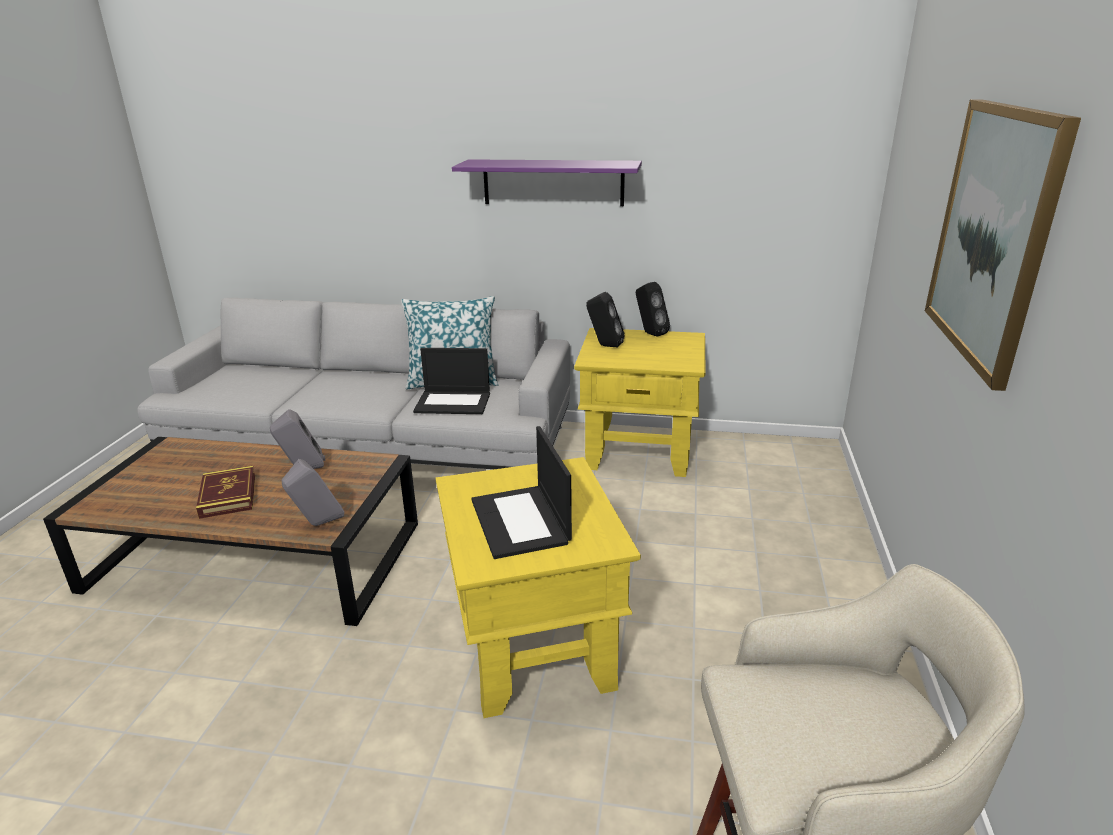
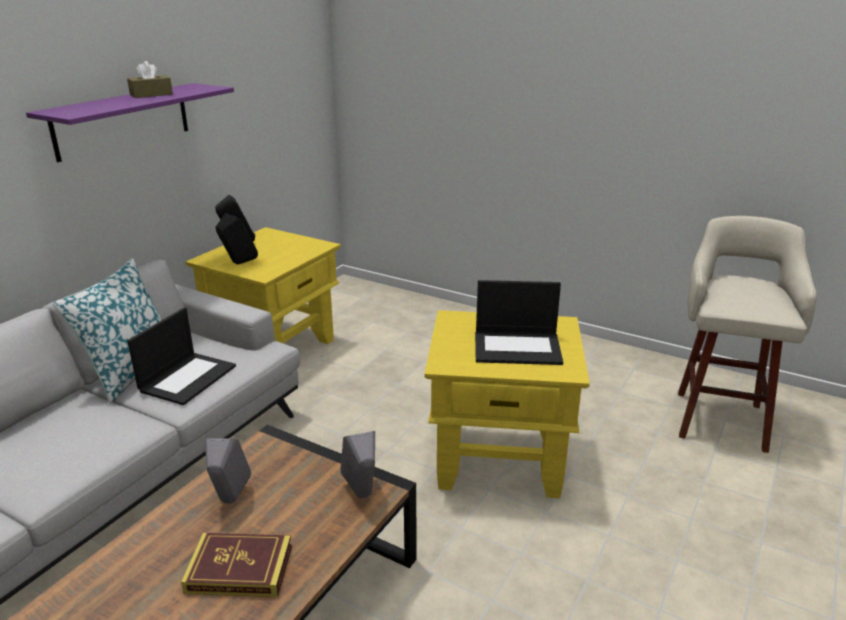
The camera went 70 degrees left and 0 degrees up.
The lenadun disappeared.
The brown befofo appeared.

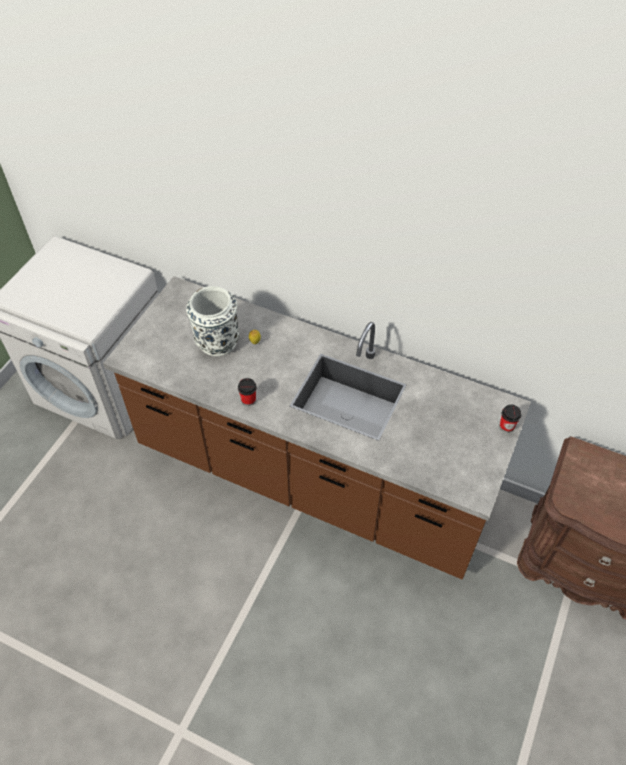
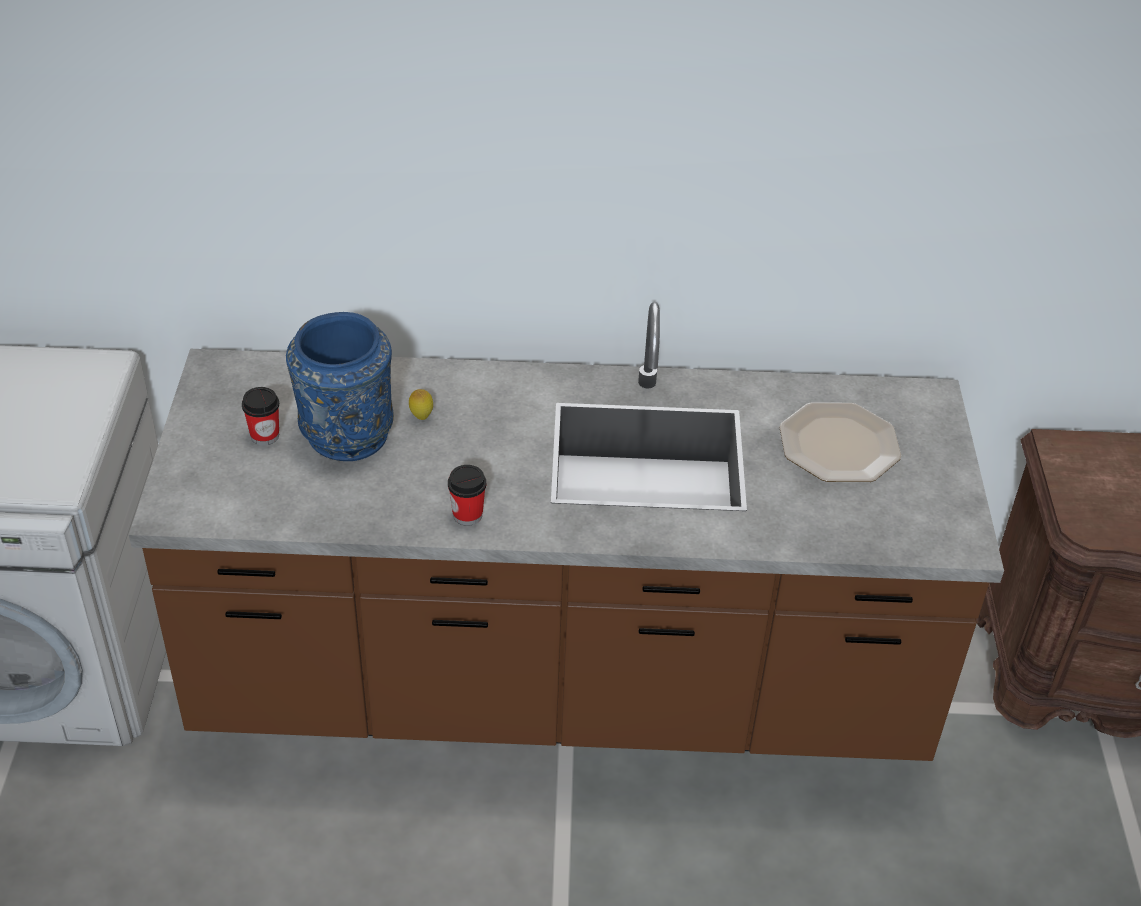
The camera went 25 degrees left and 10 degrees down.
The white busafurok became the blue busafurok.
The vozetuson (2nd from left in the first image) moved.
The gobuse appeared.

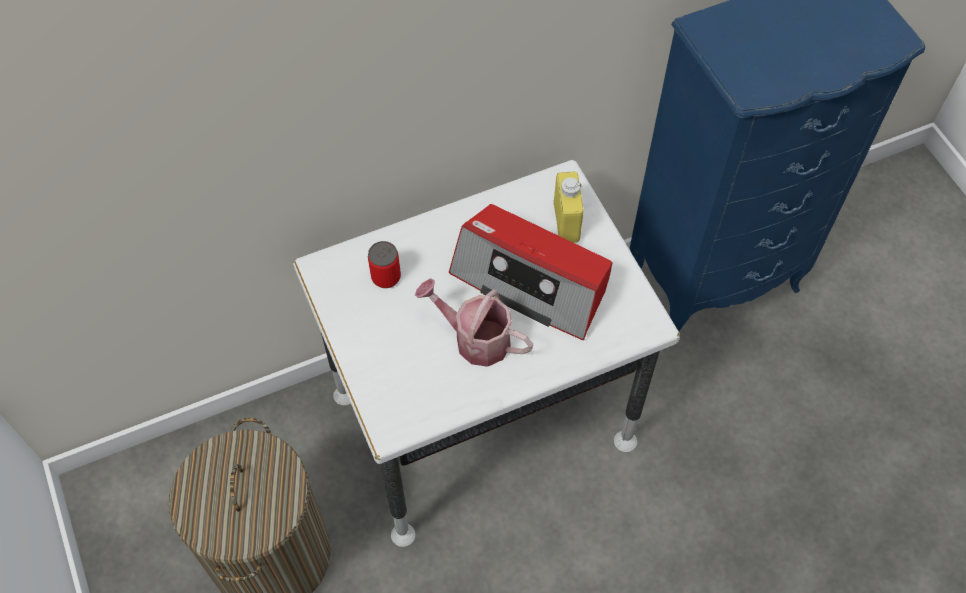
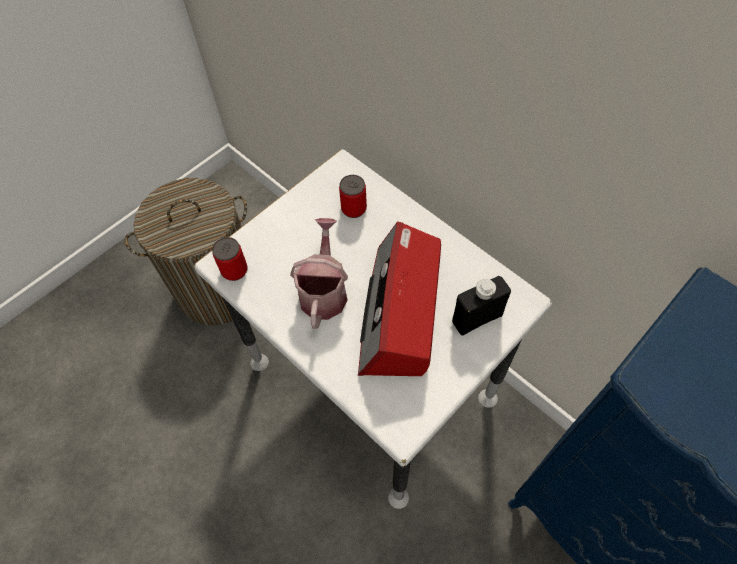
The camera went 70 degrees right and 0 degrees up.
The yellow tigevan became the black tigevan.
The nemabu (1st from left) appeared.

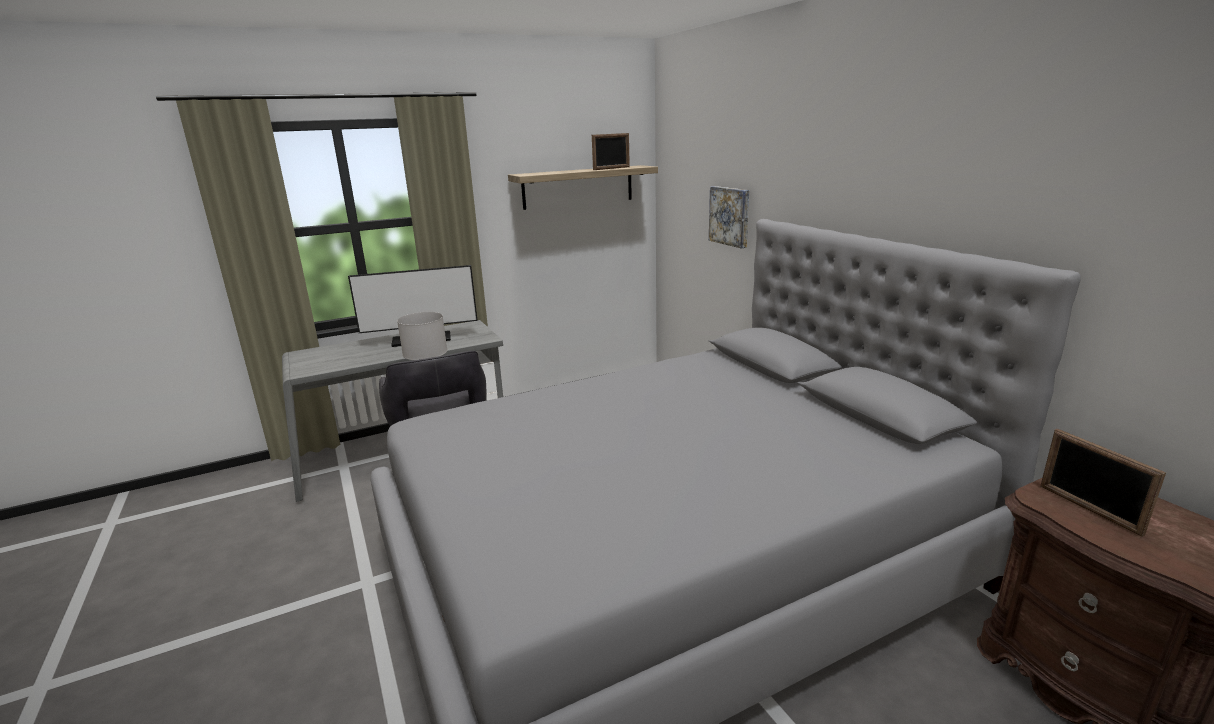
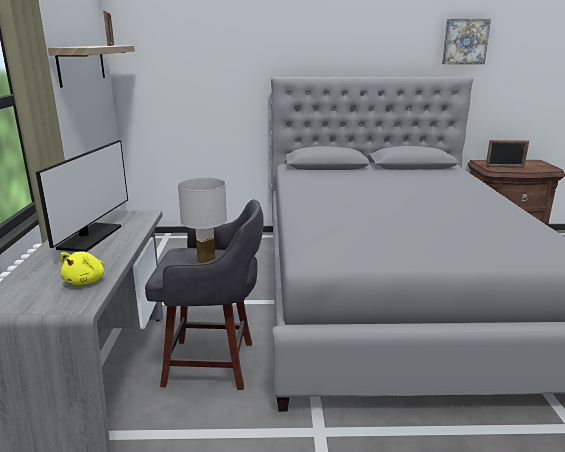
The camera went 65 degrees left and 0 degrees up.
The lenadun moved.
The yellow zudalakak appeared.

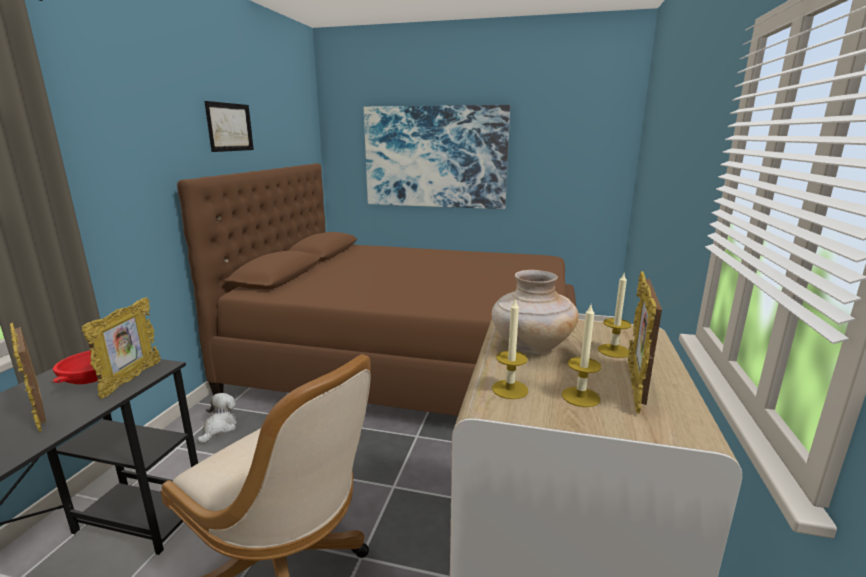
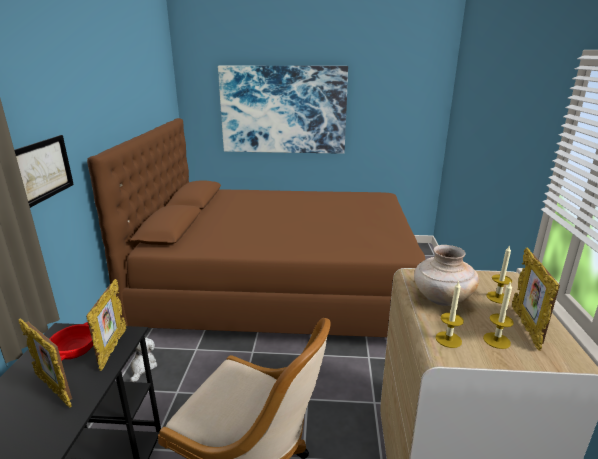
The camera went 10 degrees left and 5 degrees up.
The lenadun (1st from left) moved.

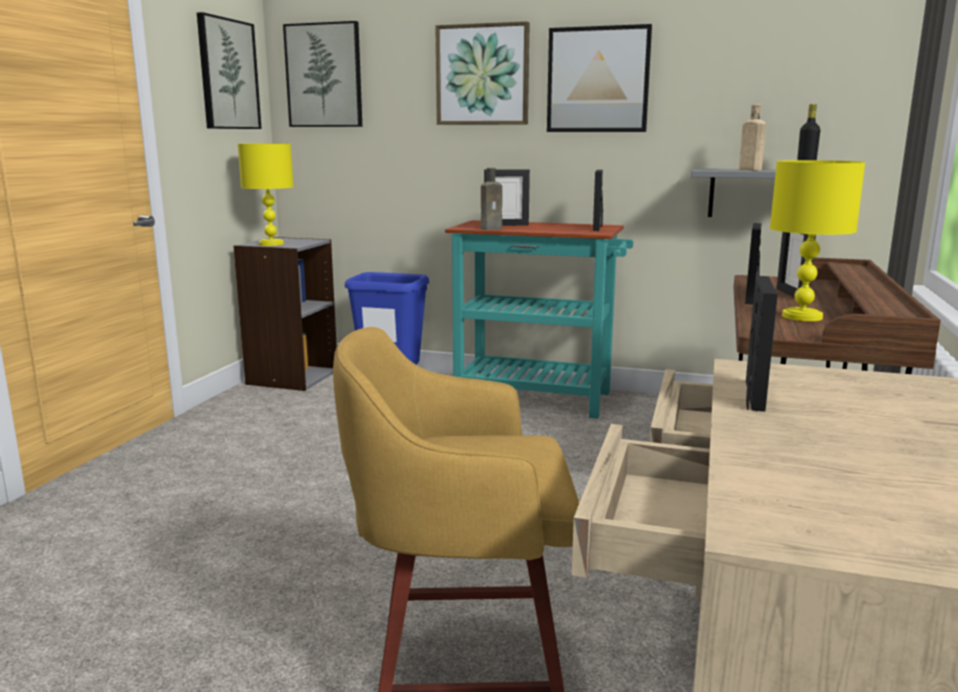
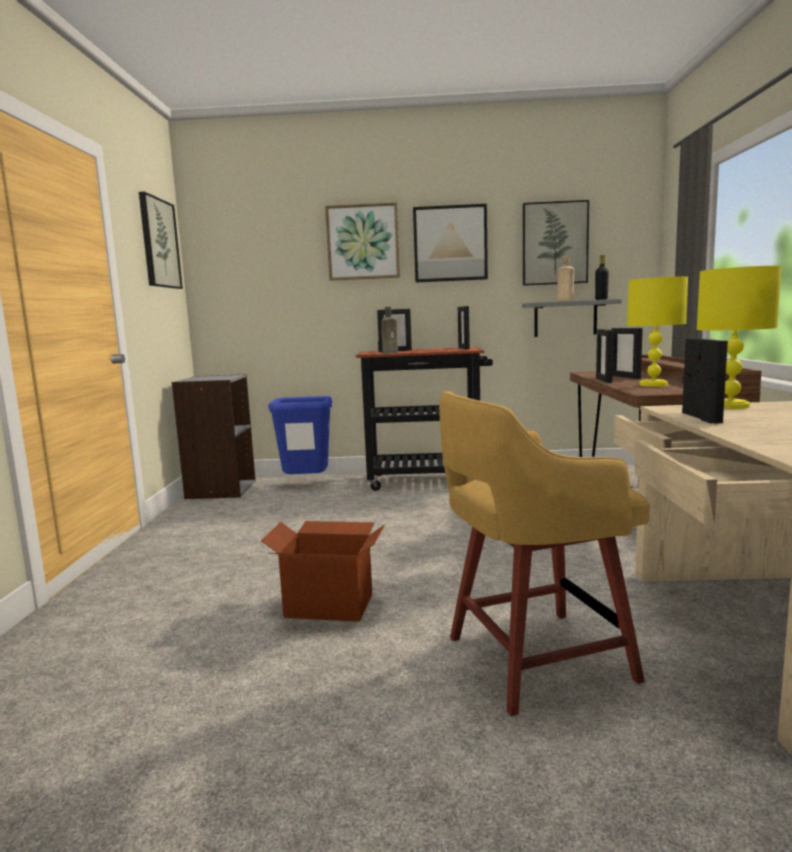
The camera went 15 degrees left and 5 degrees down.
The lenadun (2nd from left in the first image) moved.
The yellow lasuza (1st from left in the first image) moved.
The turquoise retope became the black retope.
The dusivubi appeared.

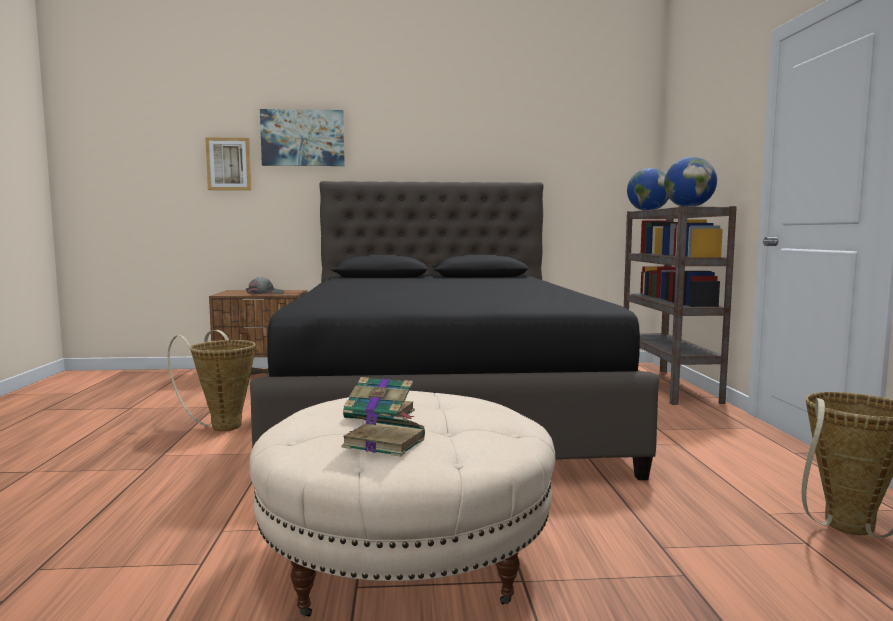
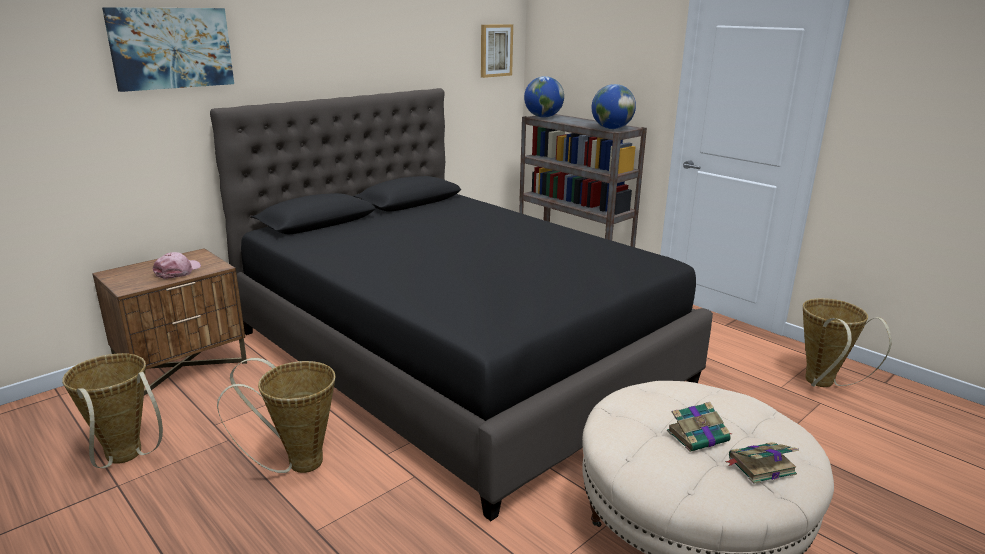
The camera went 40 degrees left and 15 degrees up.
The lenadun (1st from left in the first image) moved.
The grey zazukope became the pink zazukope.
The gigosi (1st from left) appeared.

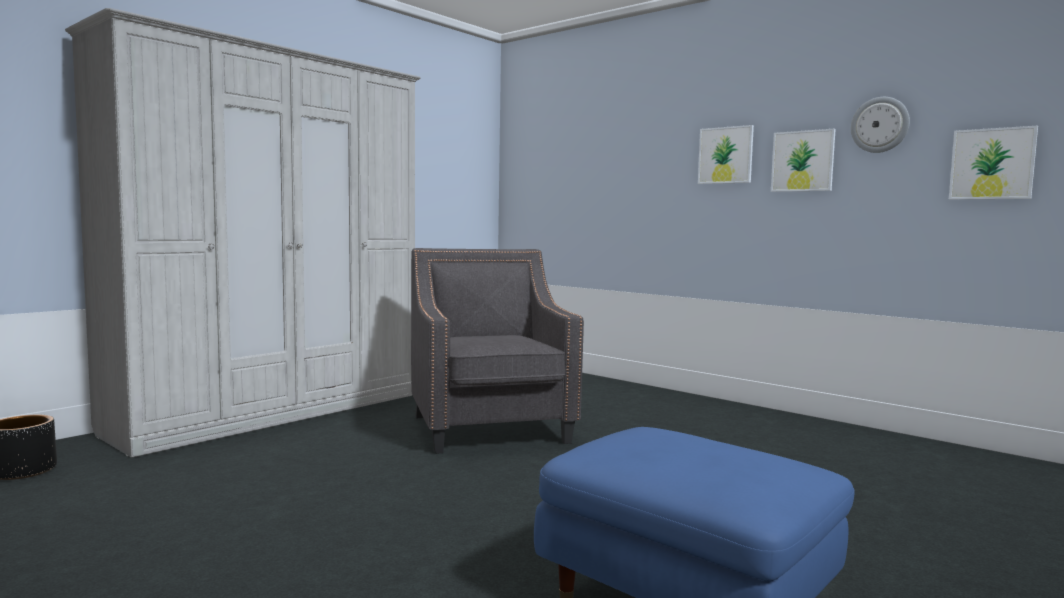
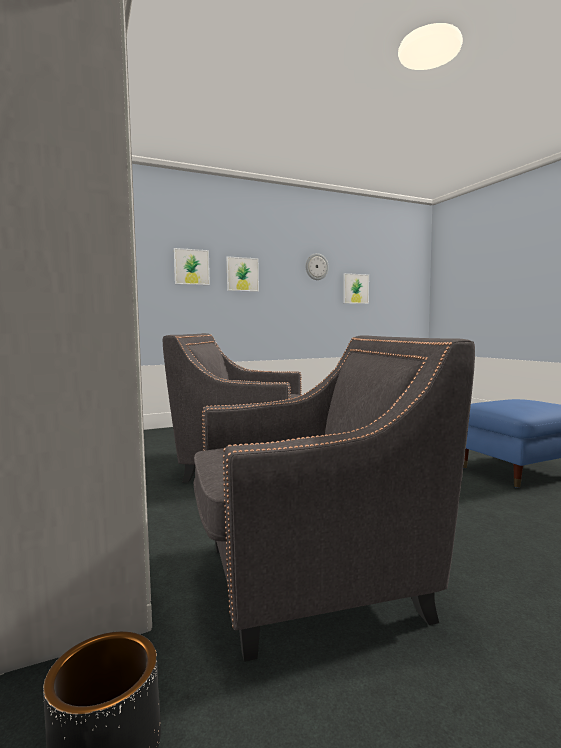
The camera went 65 degrees left and 0 degrees up.
The lenadun (2nd from left in the first image) moved.
The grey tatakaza (2nd from left) appeared.

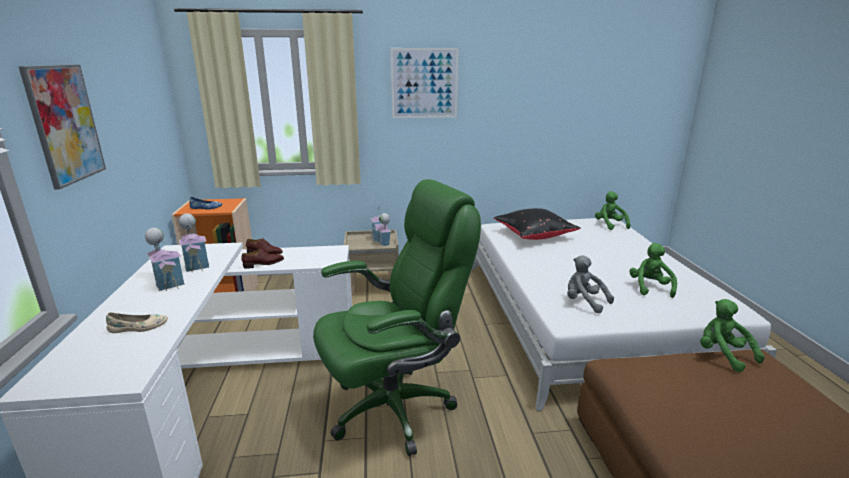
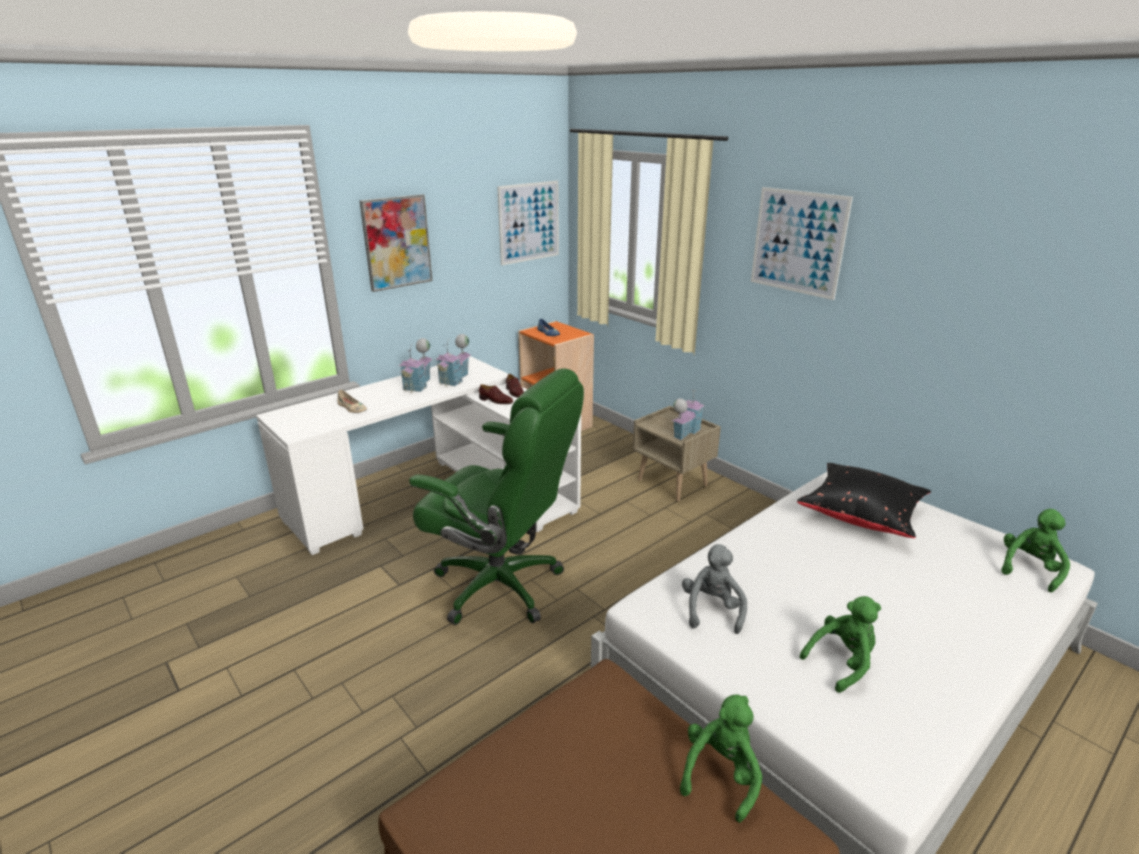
The camera went 55 degrees right and 5 degrees up.
The lenadun (2nd from left) appeared.

